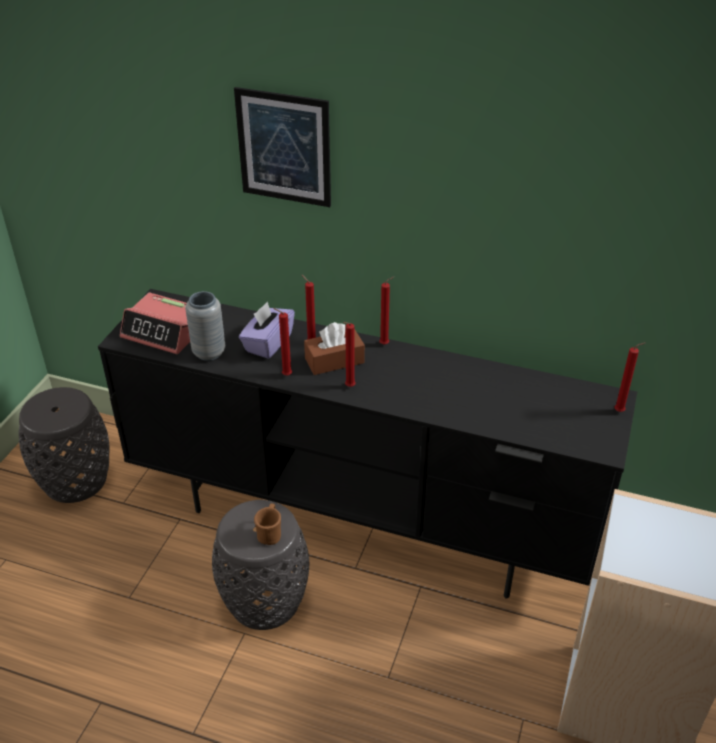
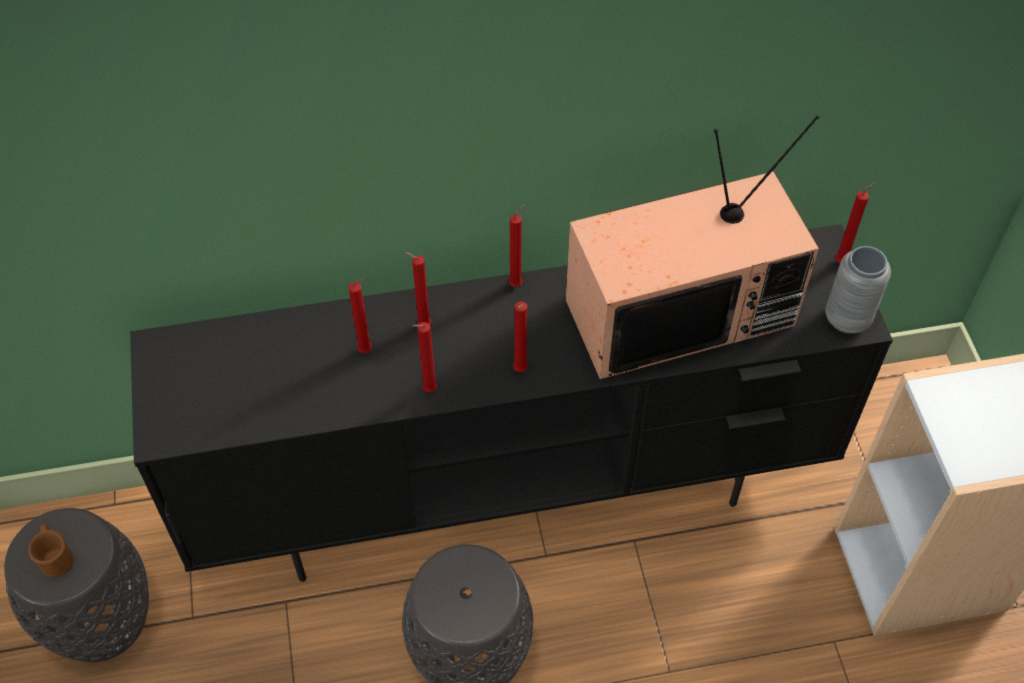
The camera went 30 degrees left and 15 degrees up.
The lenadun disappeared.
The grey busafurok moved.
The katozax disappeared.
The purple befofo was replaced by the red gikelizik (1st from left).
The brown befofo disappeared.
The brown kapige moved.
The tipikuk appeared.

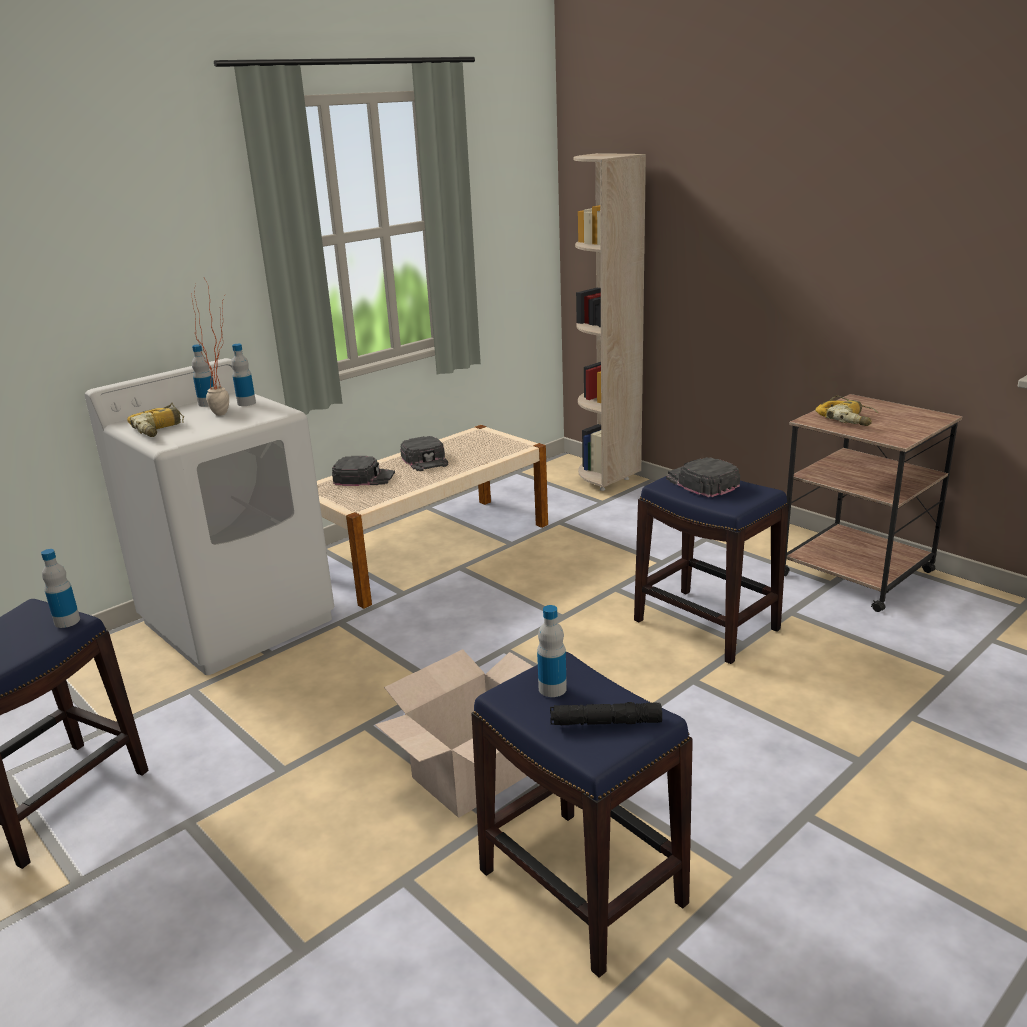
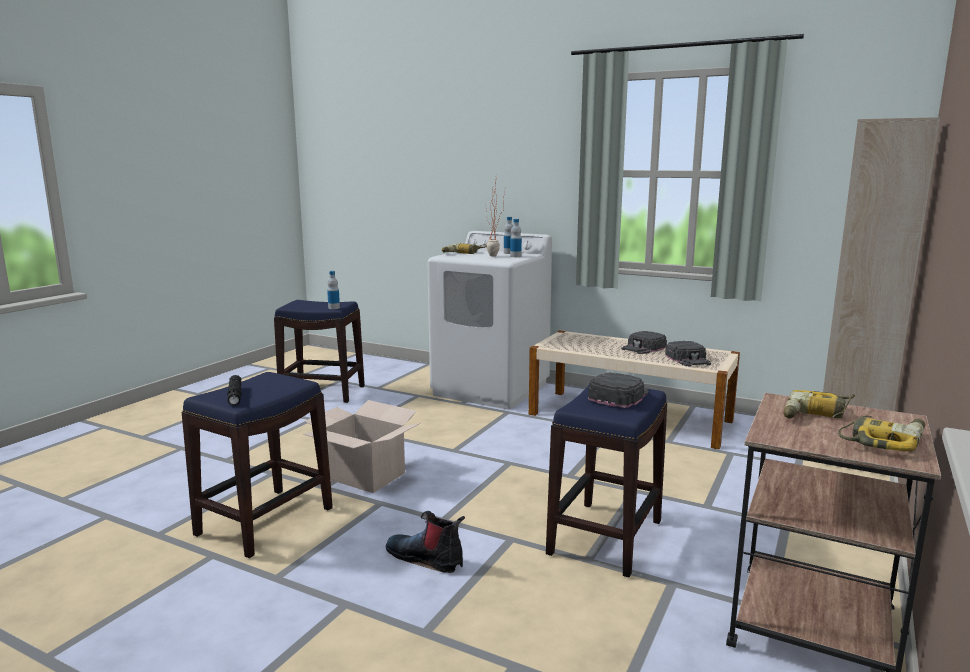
The camera went 70 degrees right and 10 degrees down.
The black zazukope (1st from left in the first image) moved.
The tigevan (4th from left) disappeared.
The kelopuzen (3rd from left) appeared.
The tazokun appeared.

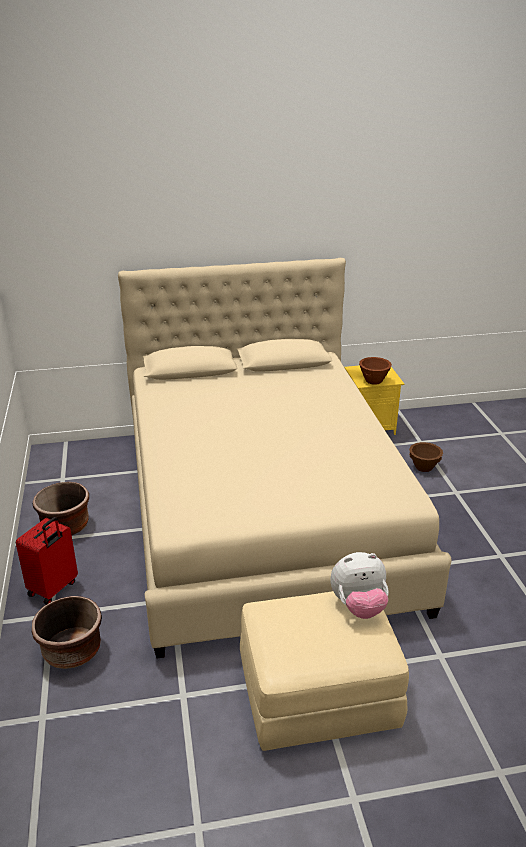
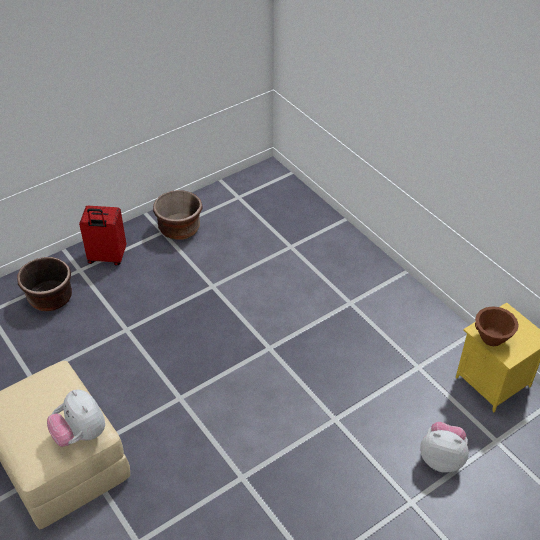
The camera went 65 degrees right and 15 degrees up.
The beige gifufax disappeared.
The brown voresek (2nd from left) was replaced by the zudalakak (2nd from left).

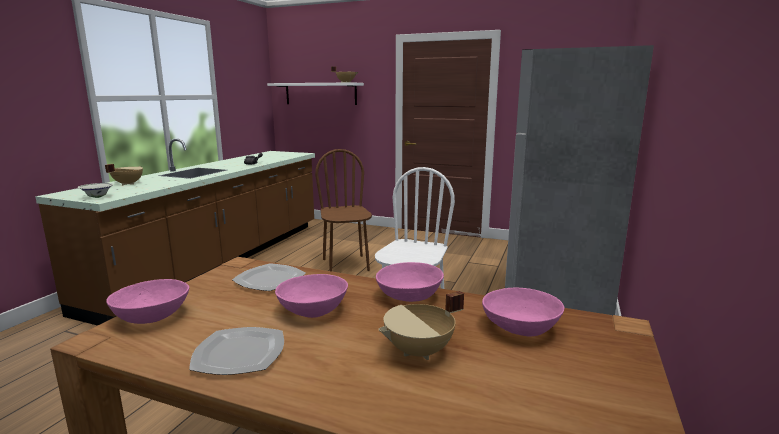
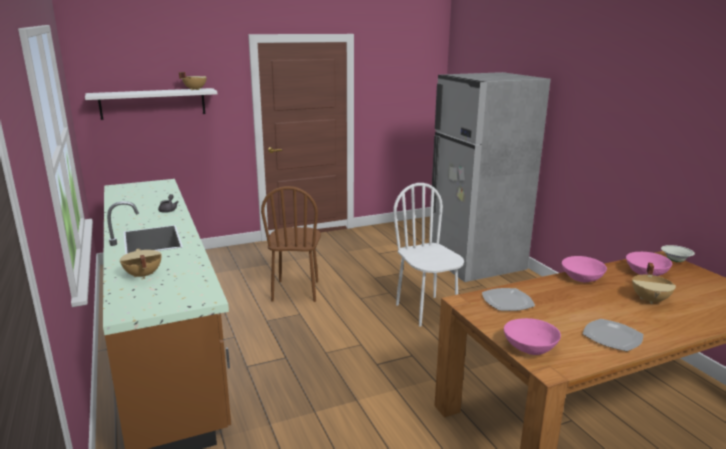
The camera went 45 degrees left and 5 degrees up.
The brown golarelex turned 120 degrees counterclockwise.
The white voresek moved.
The pink voresek (2nd from left) disappeared.

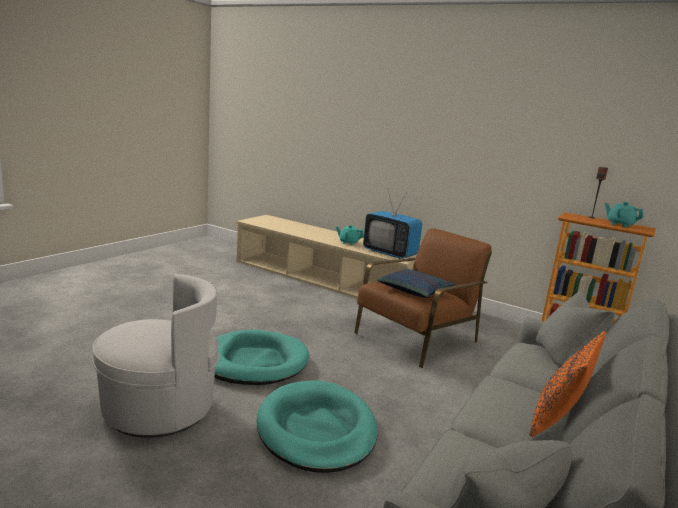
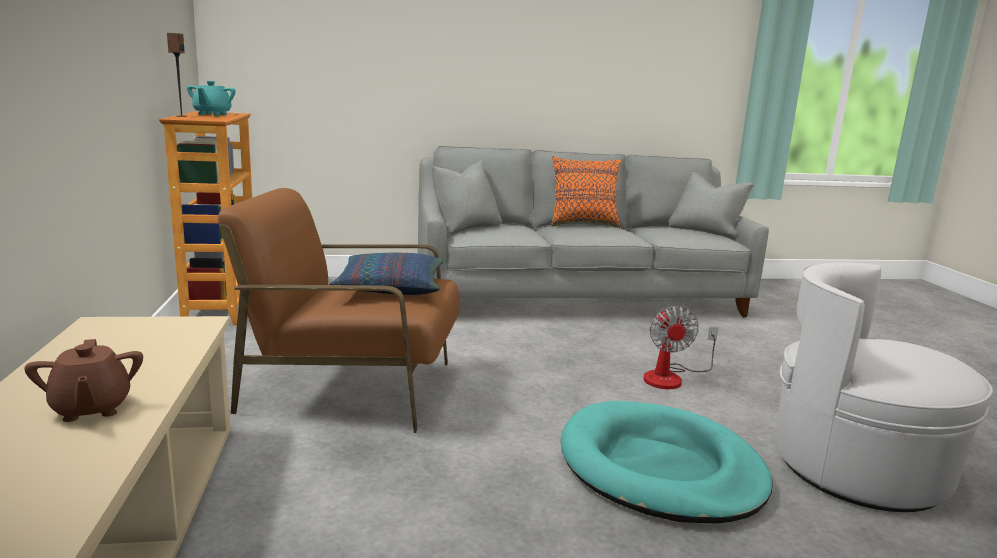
The camera went 130 degrees left and 0 degrees up.
The tipikuk disappeared.
The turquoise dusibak (1st from left) became the brown dusibak.
The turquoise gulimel (2nd from left) was replaced by the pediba.

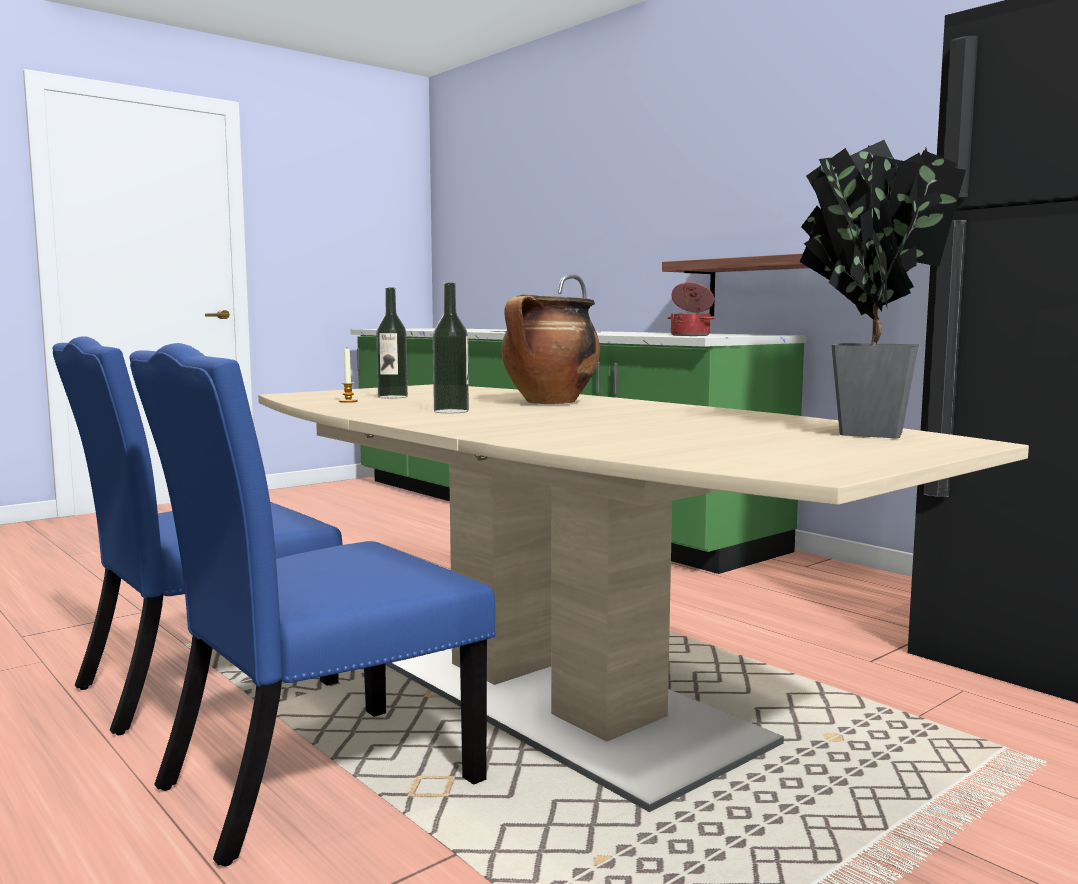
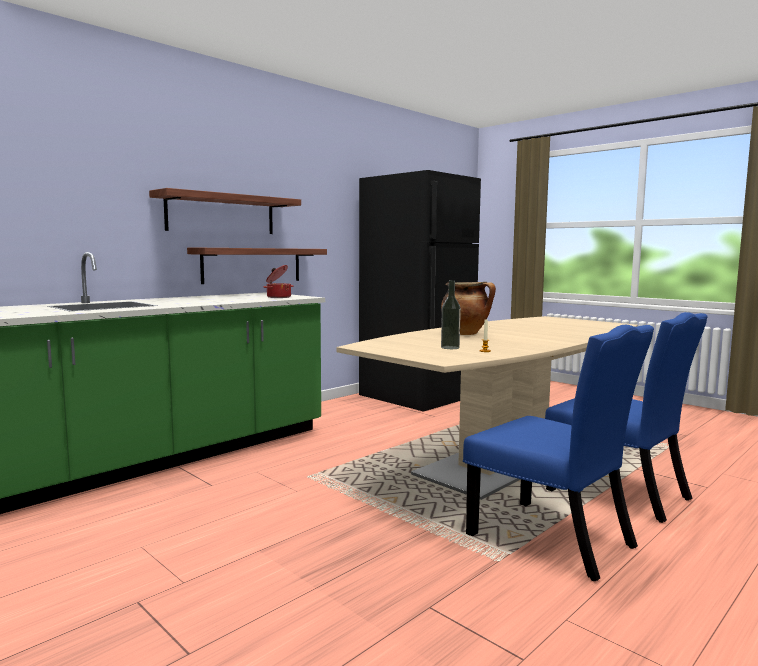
The camera went 95 degrees left and 0 degrees up.
The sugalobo disappeared.
The tigevan (2nd from left) disappeared.
The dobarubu (1st from left) appeared.

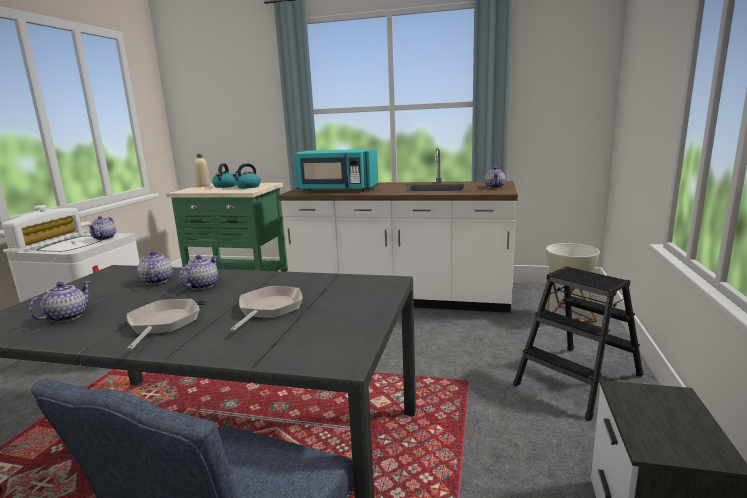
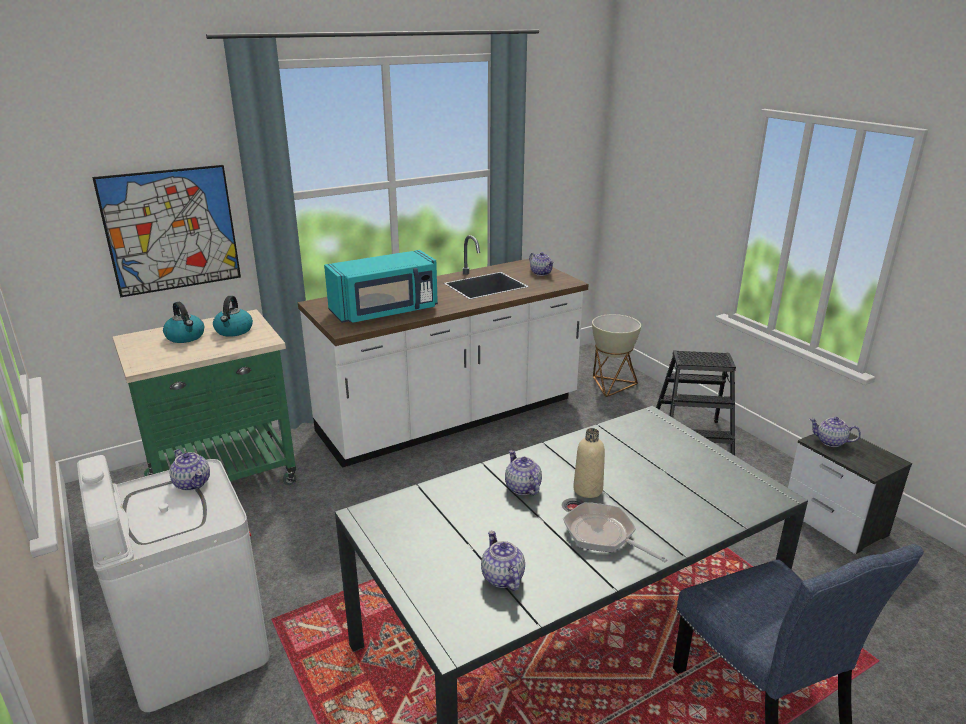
The camera went 45 degrees left and 10 degrees up.
The beige tigevan moved.
The dusibak (3rd from left in the first image) moved.
The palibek (2nd from left) disappeared.
The lenadun appeared.

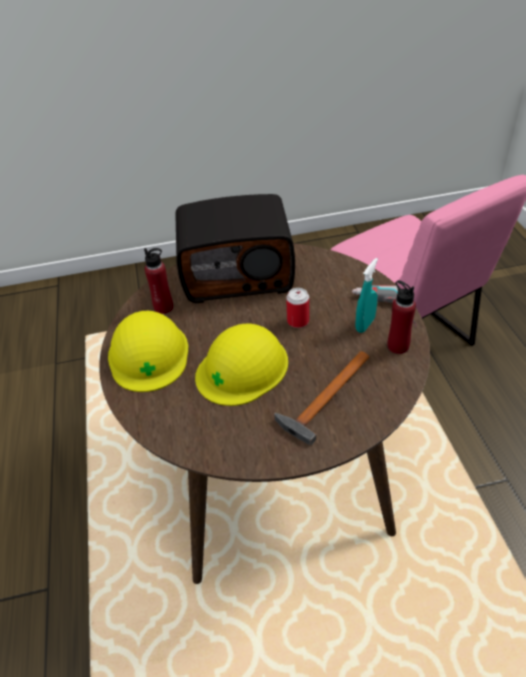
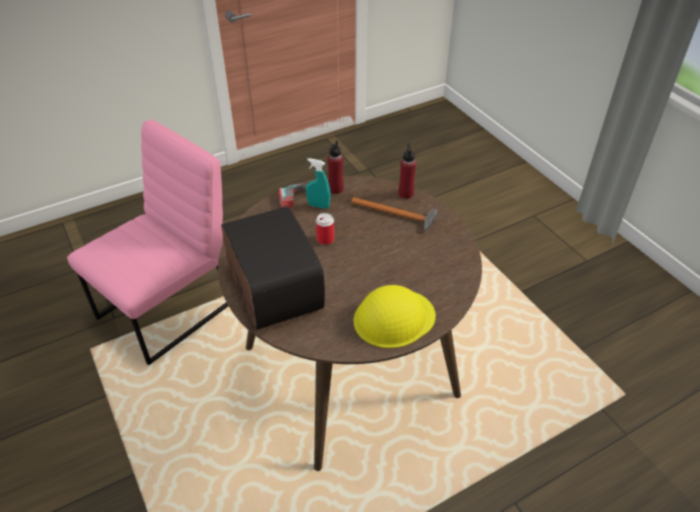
The camera went 110 degrees left and 0 degrees up.
The red tigevan (1st from left in the first image) moved.
The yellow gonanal (2nd from left) disappeared.

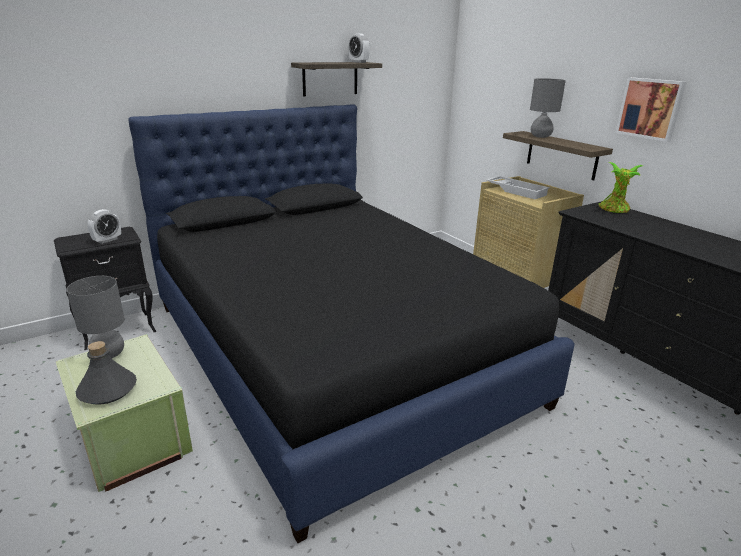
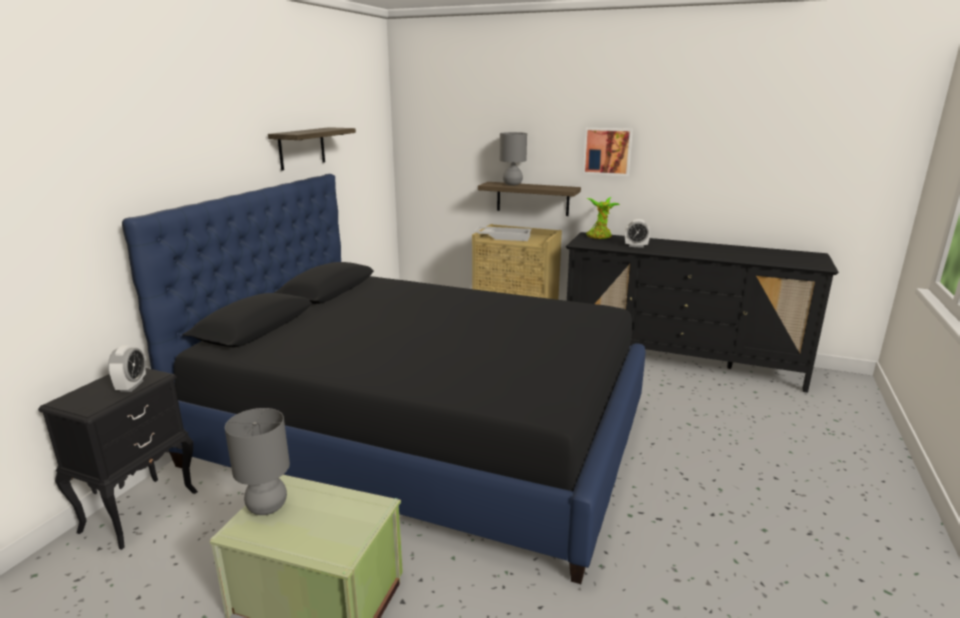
The camera went 35 degrees left and 5 degrees down.
The katozax (2nd from left) moved.
The grey tigevan disappeared.

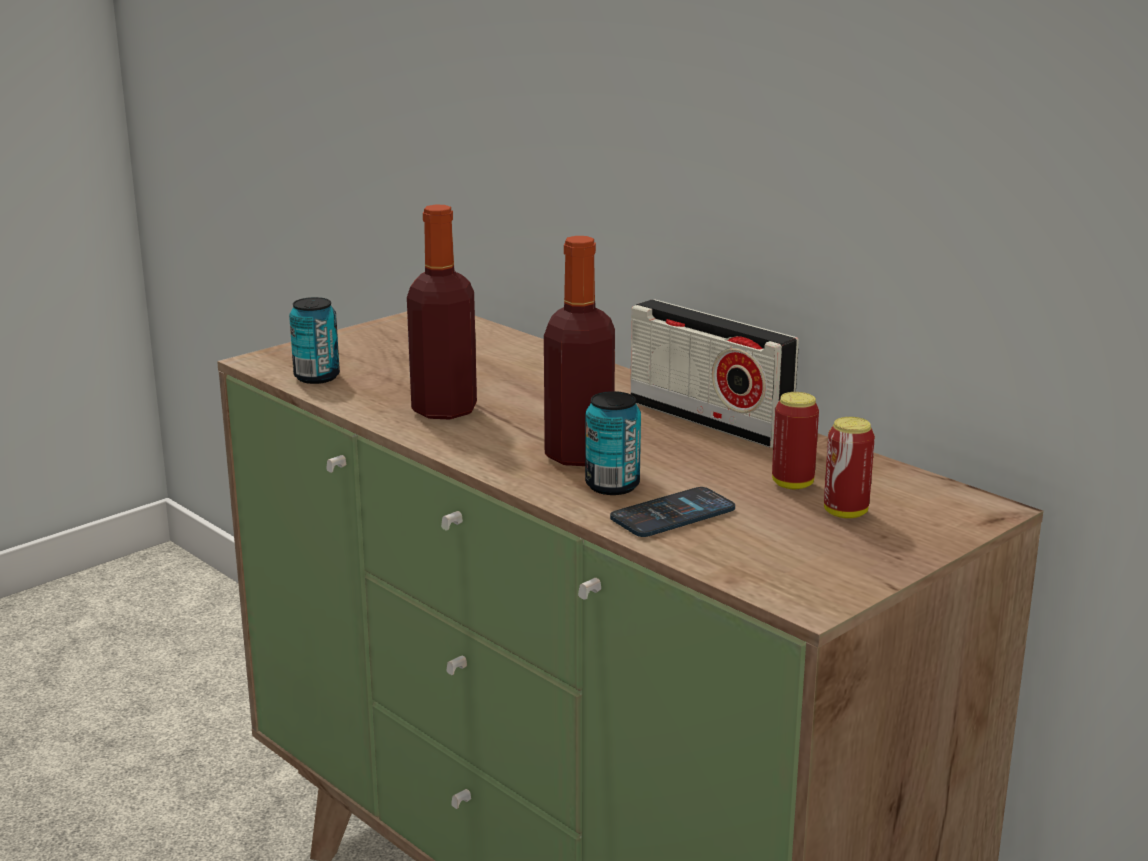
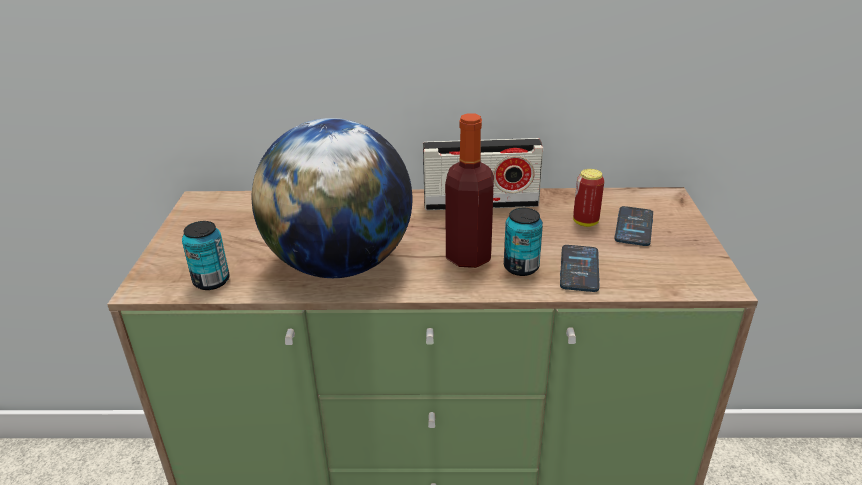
The camera went 45 degrees left and 10 degrees up.
The tigevan (1st from left) was replaced by the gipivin.
The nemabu (4th from left) was replaced by the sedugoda (2nd from left).

